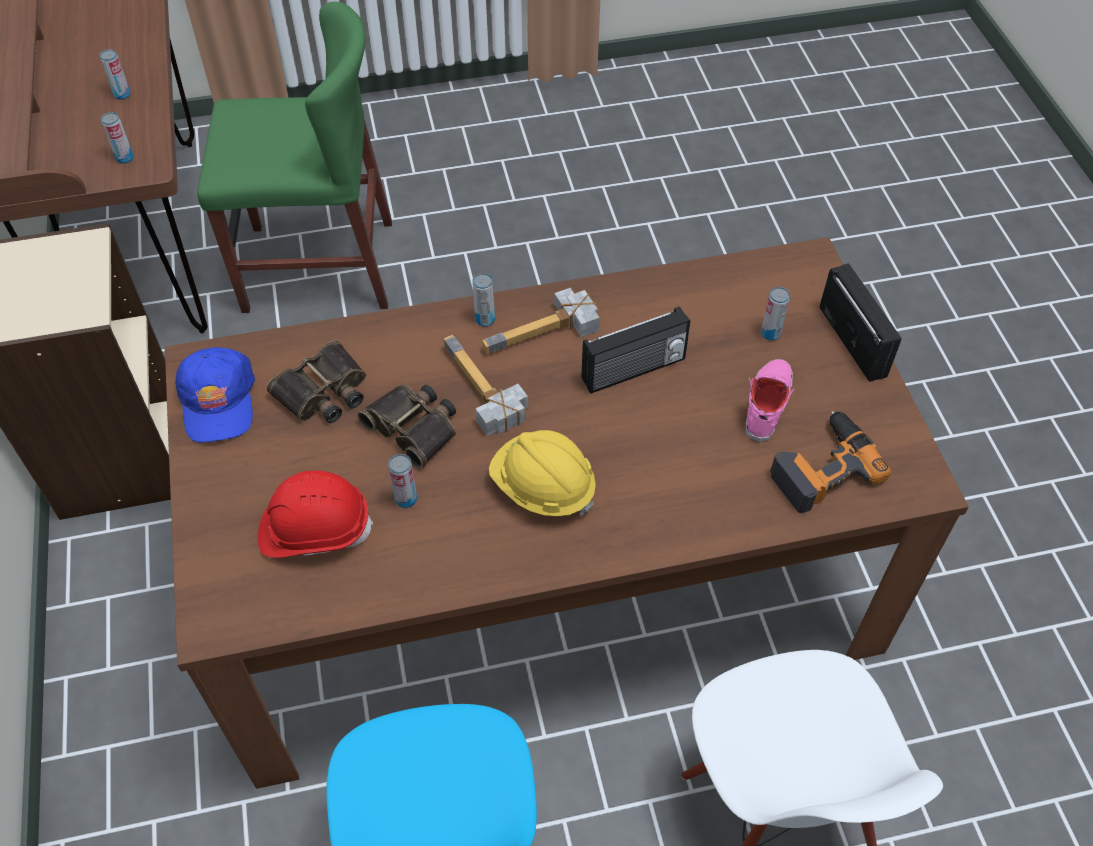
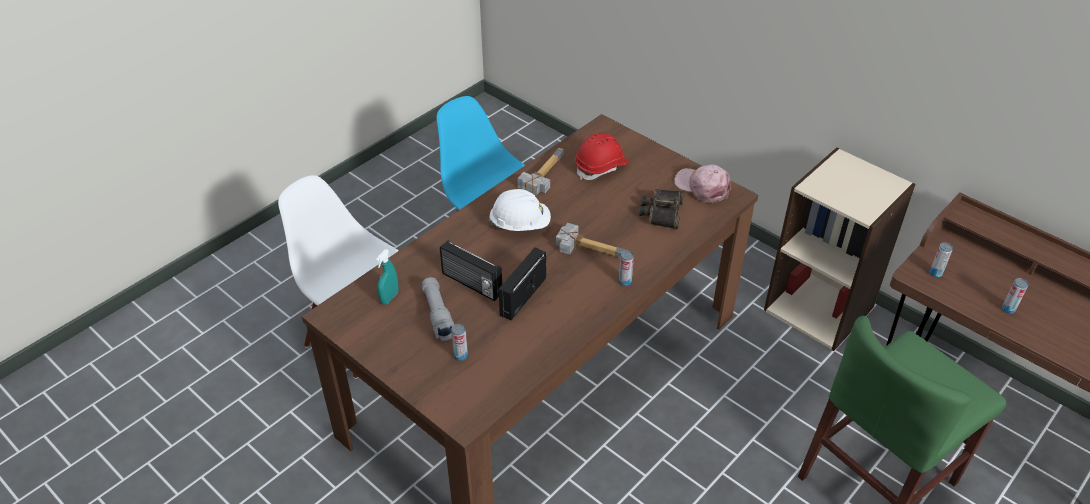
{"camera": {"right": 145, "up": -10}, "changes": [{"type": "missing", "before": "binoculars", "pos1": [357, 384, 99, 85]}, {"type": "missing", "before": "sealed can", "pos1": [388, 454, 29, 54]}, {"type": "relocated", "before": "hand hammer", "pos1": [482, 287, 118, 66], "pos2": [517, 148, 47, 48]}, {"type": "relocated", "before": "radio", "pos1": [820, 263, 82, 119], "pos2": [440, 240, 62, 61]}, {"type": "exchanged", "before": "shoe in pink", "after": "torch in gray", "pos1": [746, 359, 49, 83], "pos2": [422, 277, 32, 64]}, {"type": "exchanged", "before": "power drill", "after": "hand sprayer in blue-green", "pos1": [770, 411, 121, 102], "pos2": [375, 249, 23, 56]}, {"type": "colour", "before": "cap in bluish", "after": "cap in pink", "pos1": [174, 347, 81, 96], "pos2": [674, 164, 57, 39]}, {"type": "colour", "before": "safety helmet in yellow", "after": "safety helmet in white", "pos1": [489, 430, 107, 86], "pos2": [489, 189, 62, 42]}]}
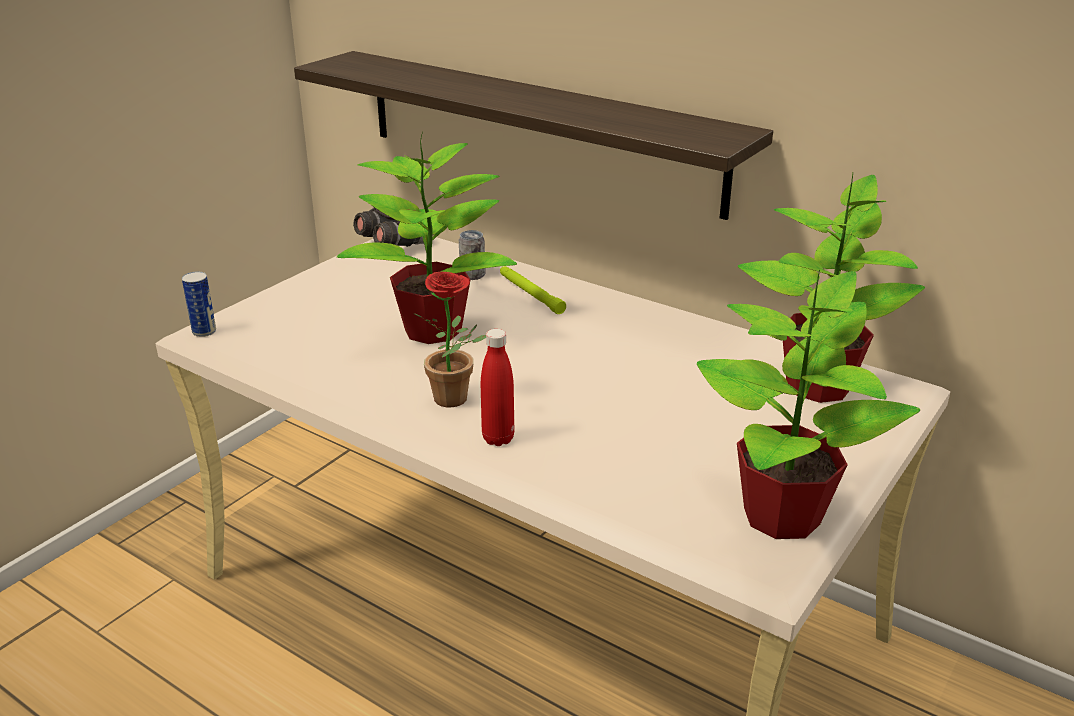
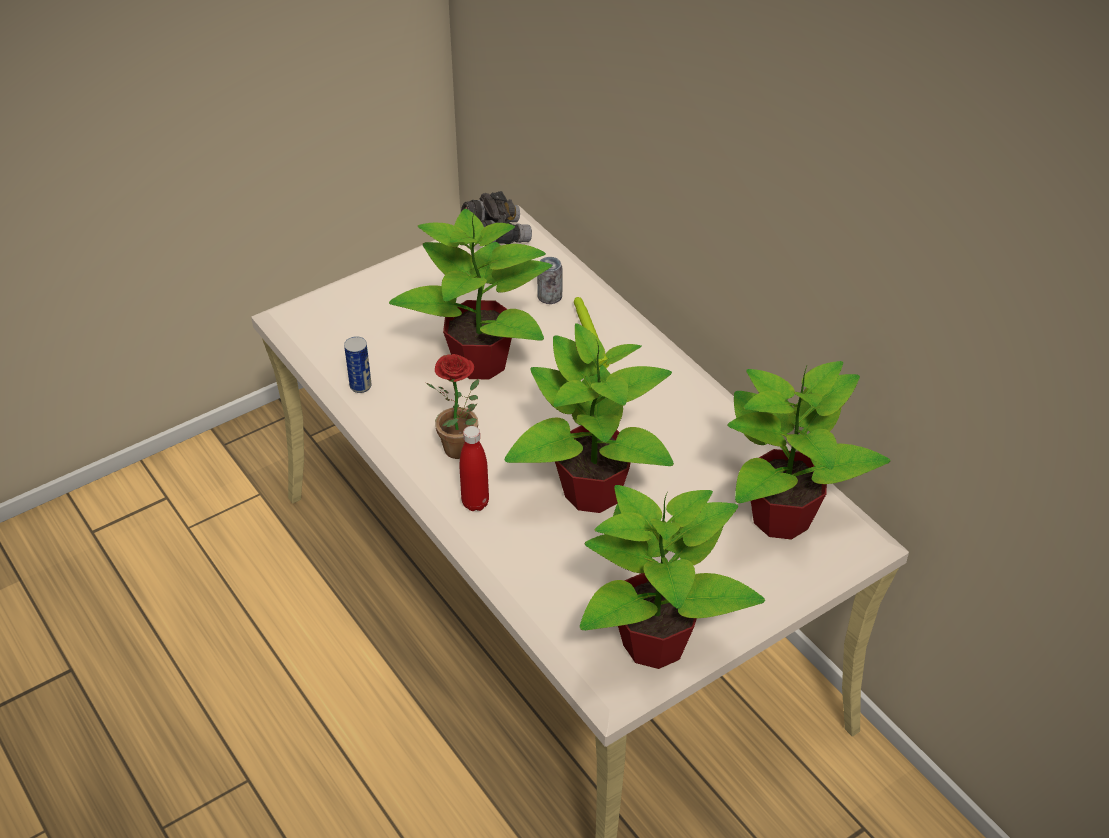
{"camera": {"right": 20, "up": 15}, "changes": [{"type": "missing", "before": "shelf", "pos1": [294, 51, 479, 169]}, {"type": "appeared", "after": "potted plant", "pos2": [505, 323, 169, 190]}, {"type": "relocated", "before": "sealed can", "pos1": [182, 272, 34, 65], "pos2": [344, 336, 28, 57]}]}
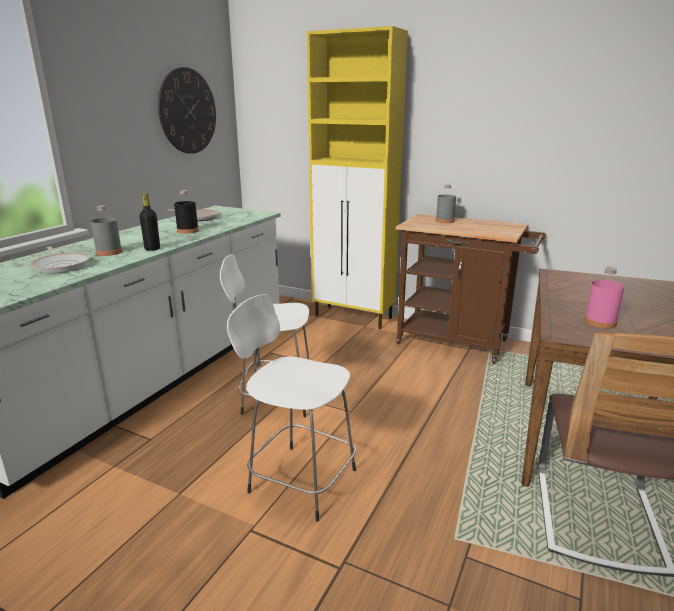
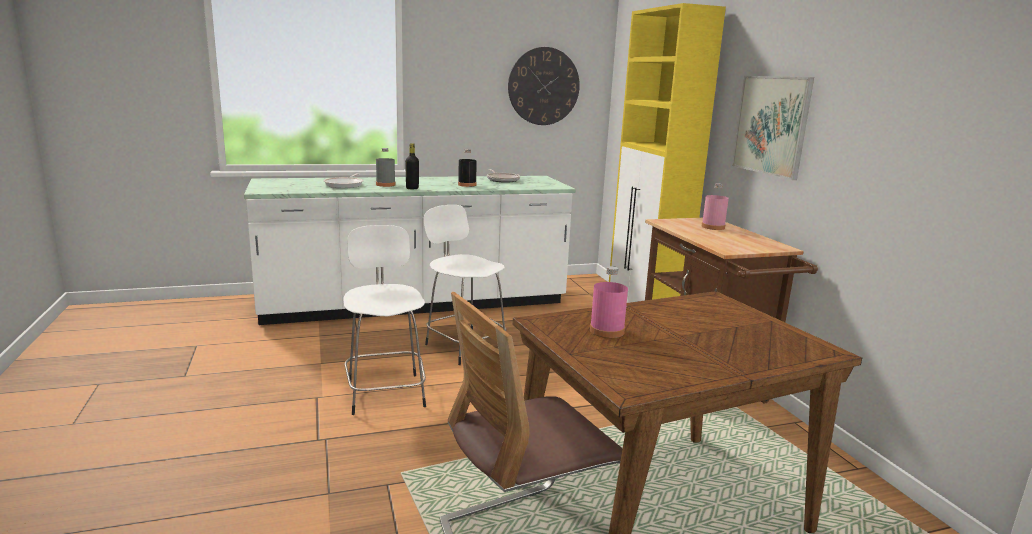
{"camera": {"right": 45, "up": -5}, "changes": [{"type": "appeared", "after": "picture", "pos2": [732, 76, 82, 104]}, {"type": "colour", "before": "bottle in gray", "after": "bottle in pink", "pos1": [436, 185, 20, 38], "pos2": [702, 183, 27, 47]}]}
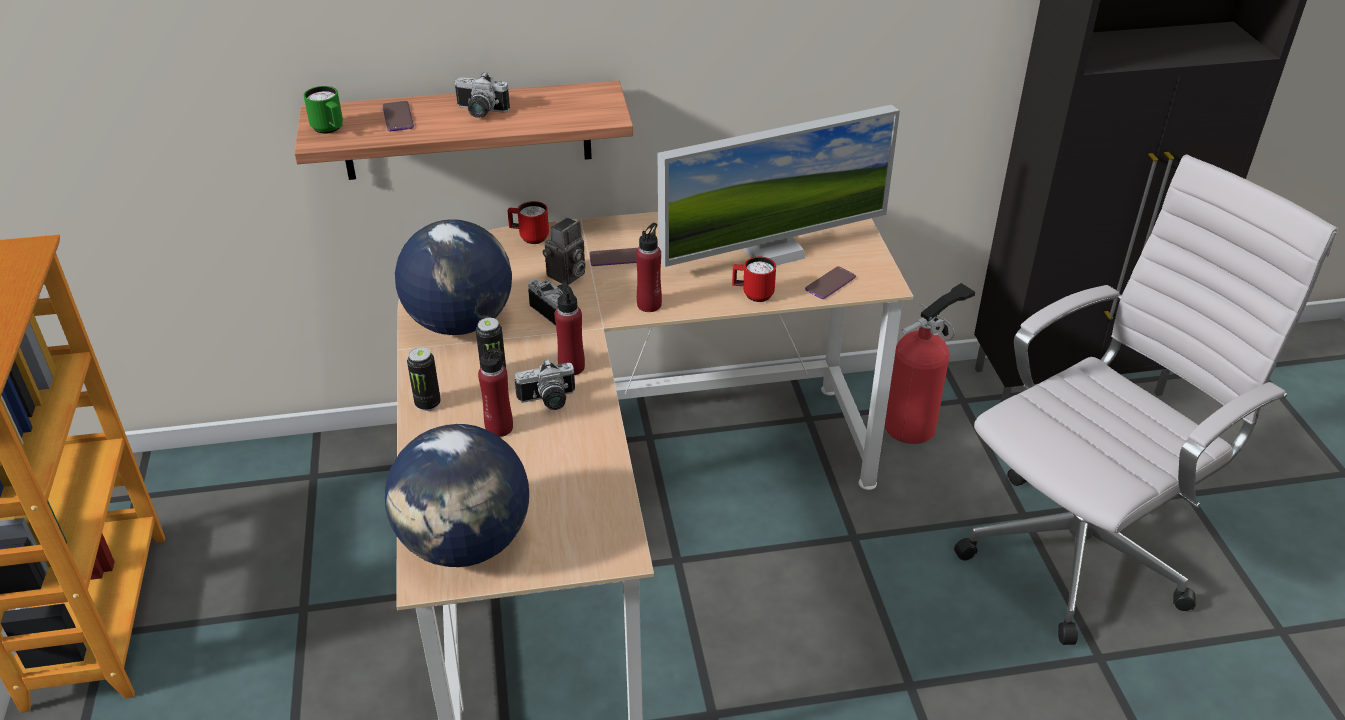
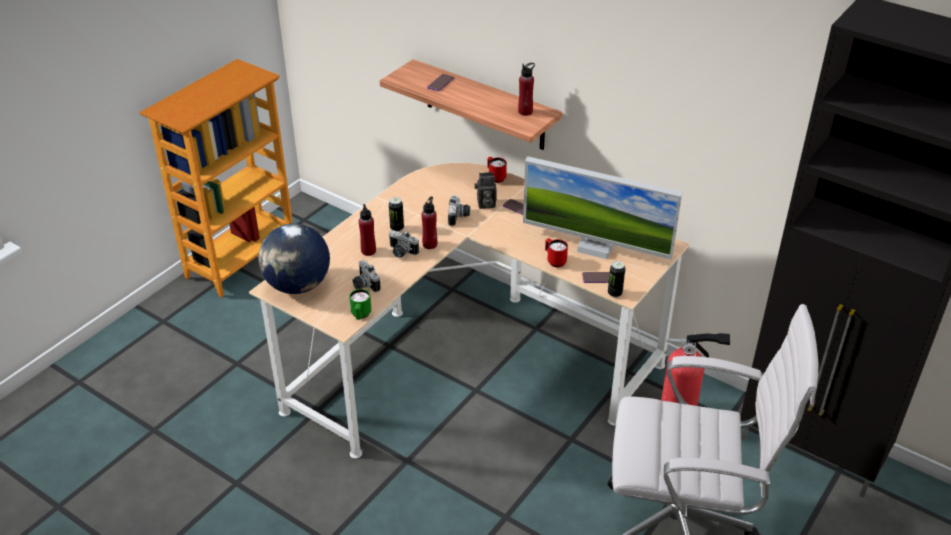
{"camera": {"right": 45, "up": 0}, "changes": [{"type": "missing", "before": "world globe", "pos1": [395, 219, 117, 116]}, {"type": "relocated", "before": "coffee mug in greenish", "pos1": [304, 86, 39, 48], "pos2": [349, 289, 22, 31]}, {"type": "relocated", "before": "sealed can", "pos1": [407, 347, 34, 64], "pos2": [608, 261, 17, 37]}, {"type": "relocated", "before": "still camera", "pos1": [455, 72, 55, 46], "pos2": [352, 260, 29, 32]}, {"type": "relocated", "before": "bottle in red", "pos1": [636, 223, 26, 89], "pos2": [518, 63, 17, 53]}]}
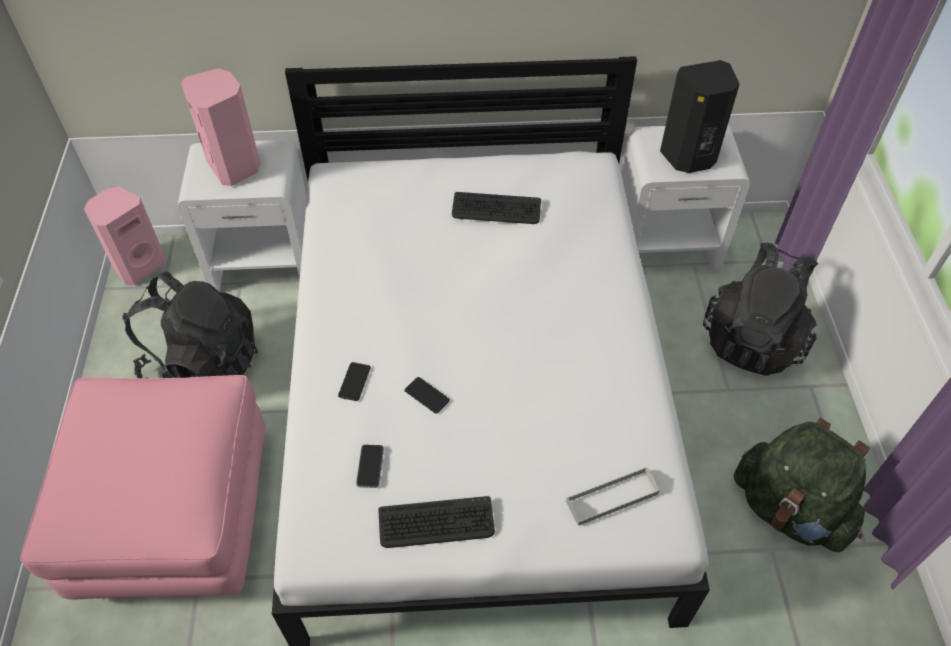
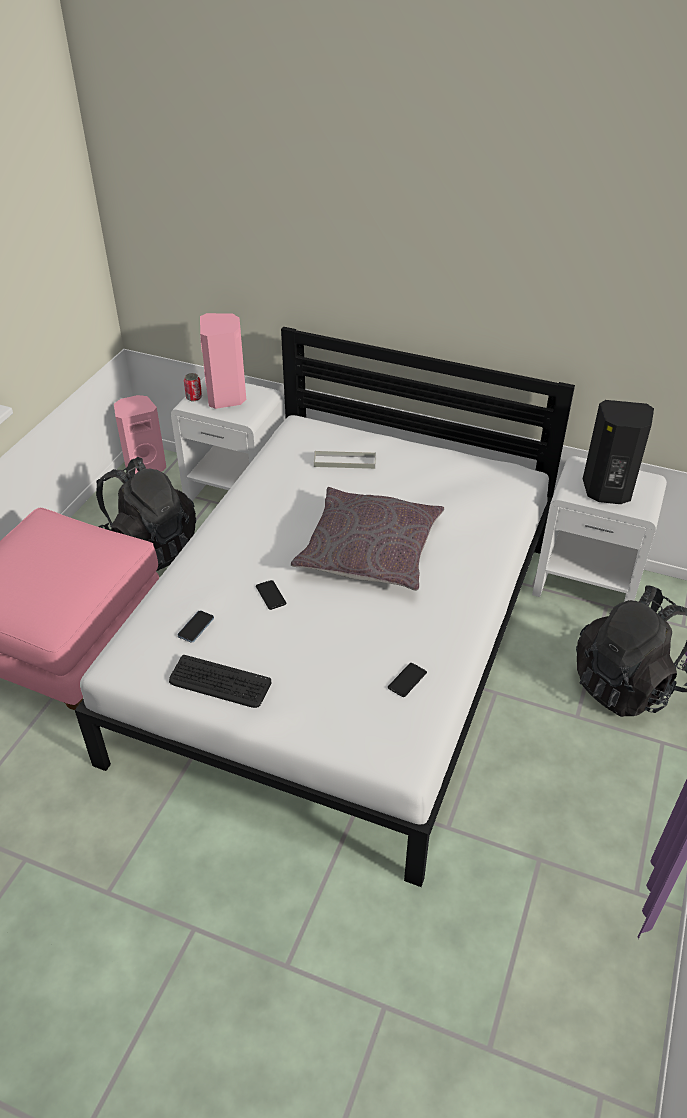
{"camera": {"right": 25, "up": -10}, "changes": [{"type": "missing", "before": "PC keyboard", "pos1": [452, 192, 89, 32]}, {"type": "missing", "before": "rucksack in greenish", "pos1": [734, 418, 136, 134]}, {"type": "appeared", "after": "sealed can", "pos2": [184, 373, 18, 28]}, {"type": "appeared", "after": "pillow in gray", "pos2": [291, 487, 153, 104]}, {"type": "relocated", "before": "phone", "pos1": [338, 362, 33, 39], "pos2": [388, 663, 39, 34]}, {"type": "relocated", "before": "carrying tray in gray", "pos1": [566, 467, 94, 59], "pos2": [314, 450, 62, 19]}]}
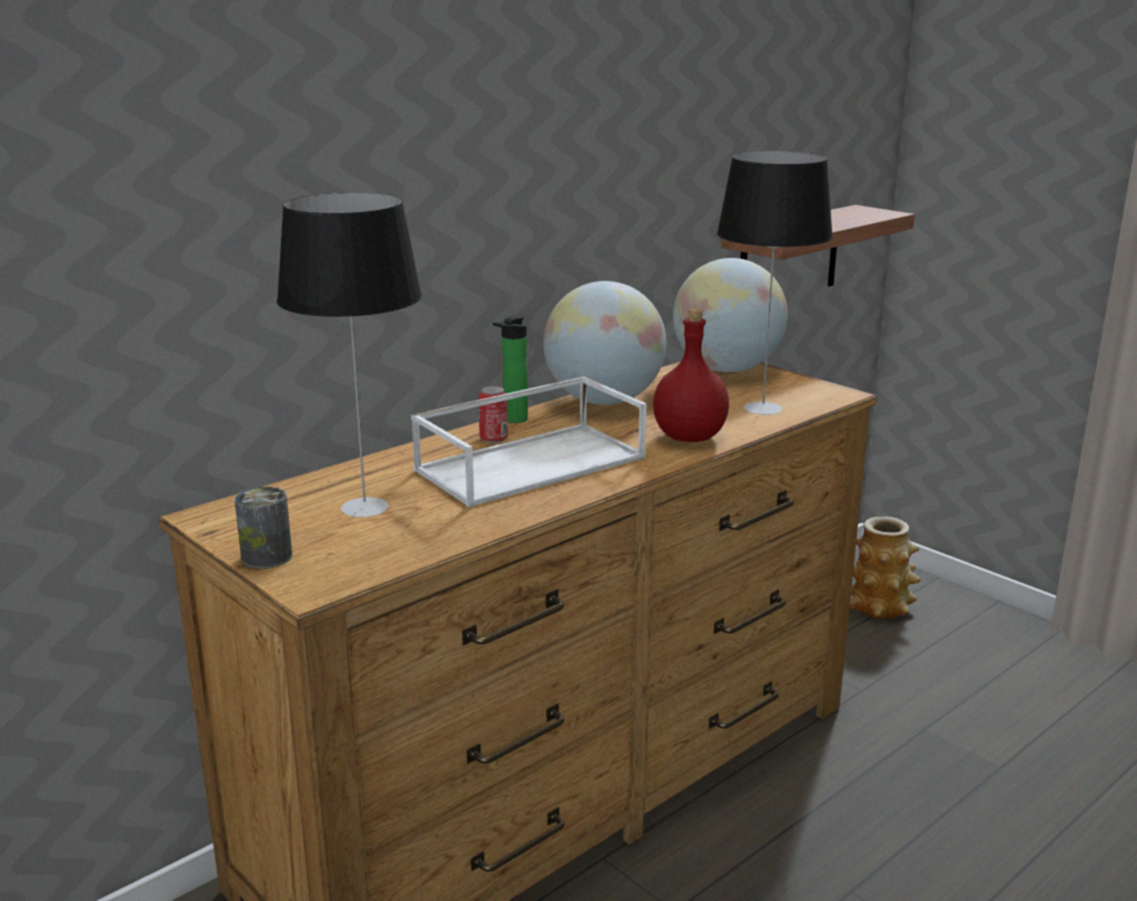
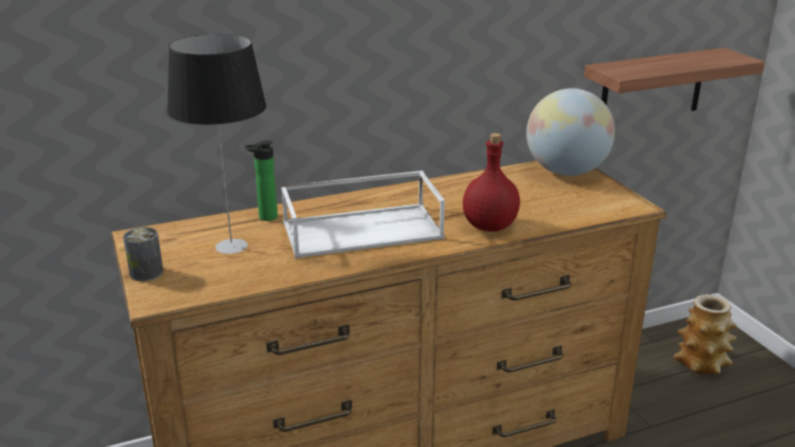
{"camera": {"right": 20, "up": 5}, "changes": [{"type": "missing", "before": "sealed can", "pos1": [479, 386, 29, 57]}, {"type": "missing", "before": "world globe", "pos1": [543, 281, 123, 124]}, {"type": "missing", "before": "table lamp", "pos1": [717, 151, 116, 264]}, {"type": "relocated", "before": "bottle", "pos1": [493, 315, 35, 108], "pos2": [245, 140, 33, 81]}]}
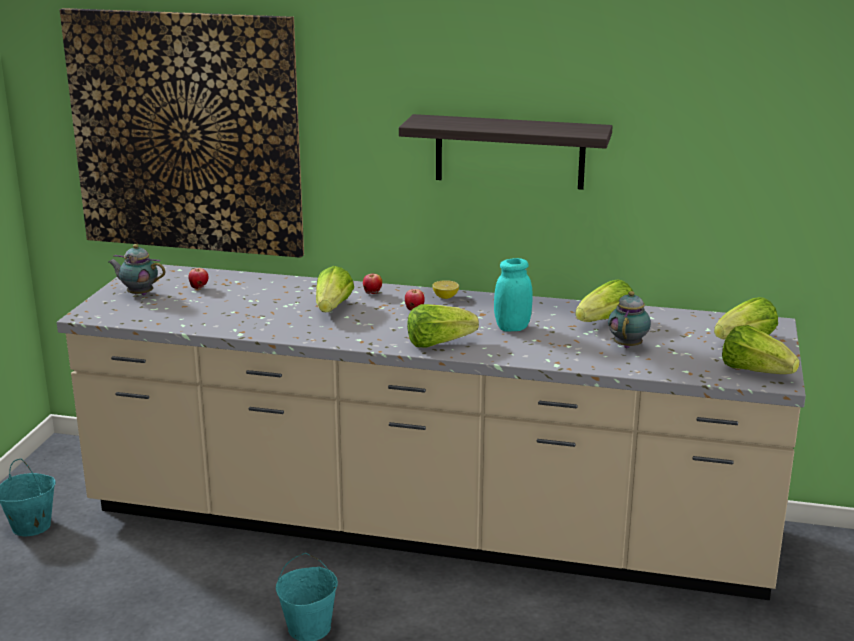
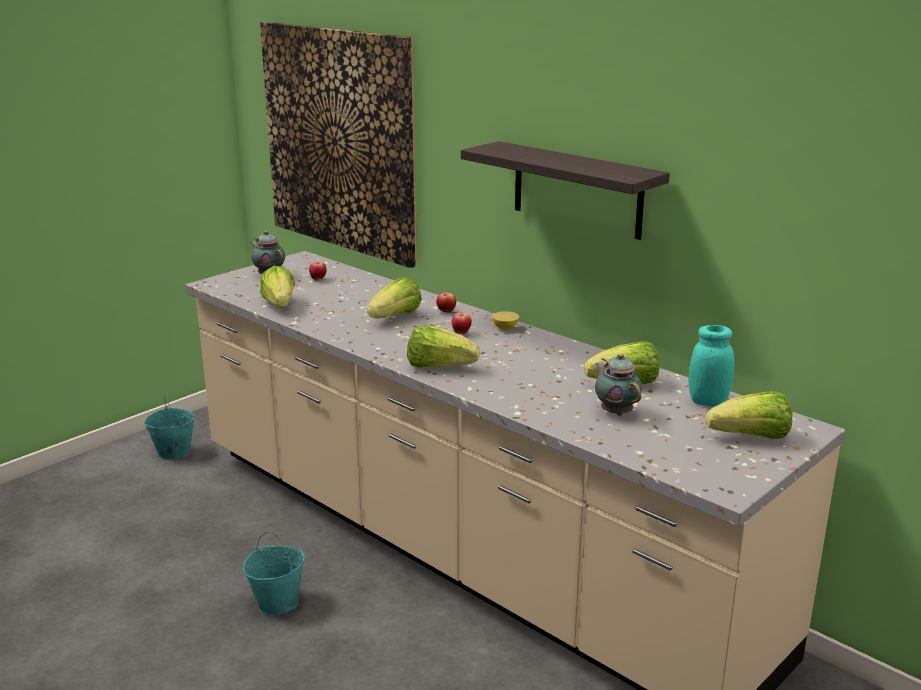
{"camera": {"right": 30, "up": 0}, "changes": [{"type": "relocated", "before": "jar in blue-green", "pos1": [494, 258, 39, 74], "pos2": [688, 325, 47, 82]}, {"type": "relocated", "before": "lettuce", "pos1": [722, 325, 78, 49], "pos2": [260, 266, 35, 41]}, {"type": "spun", "before": "teapot", "pos1": [608, 291, 43, 57], "pos2": [595, 353, 47, 63], "turn": -75}]}
